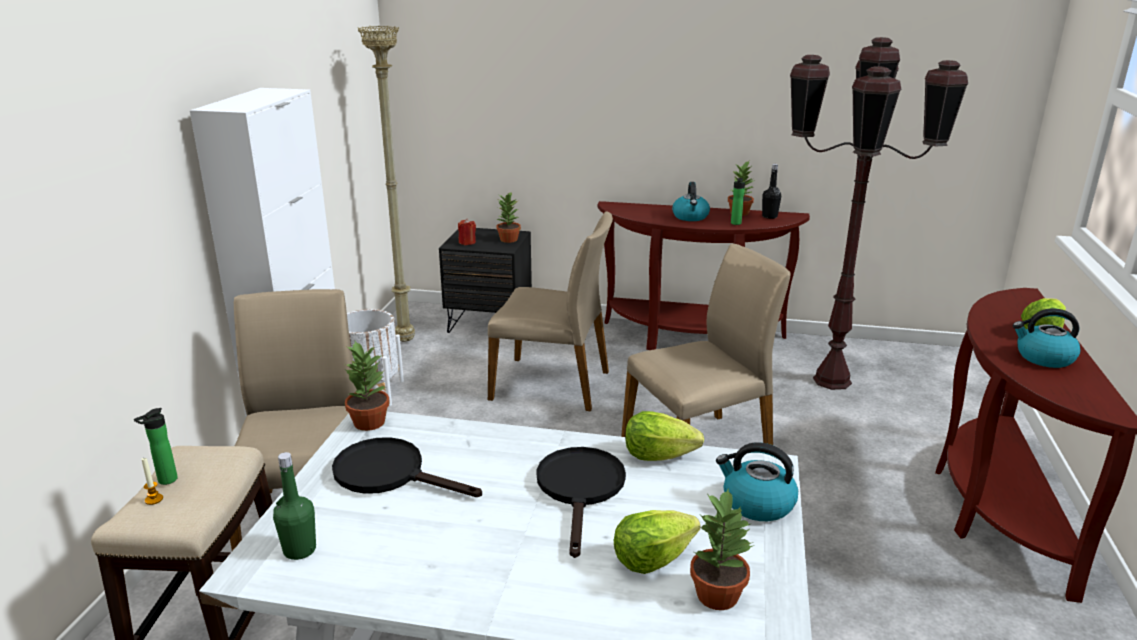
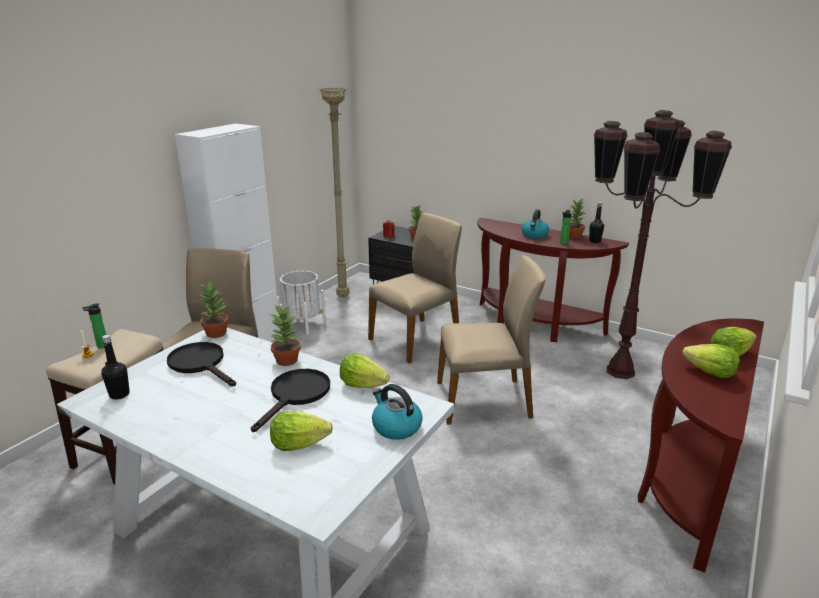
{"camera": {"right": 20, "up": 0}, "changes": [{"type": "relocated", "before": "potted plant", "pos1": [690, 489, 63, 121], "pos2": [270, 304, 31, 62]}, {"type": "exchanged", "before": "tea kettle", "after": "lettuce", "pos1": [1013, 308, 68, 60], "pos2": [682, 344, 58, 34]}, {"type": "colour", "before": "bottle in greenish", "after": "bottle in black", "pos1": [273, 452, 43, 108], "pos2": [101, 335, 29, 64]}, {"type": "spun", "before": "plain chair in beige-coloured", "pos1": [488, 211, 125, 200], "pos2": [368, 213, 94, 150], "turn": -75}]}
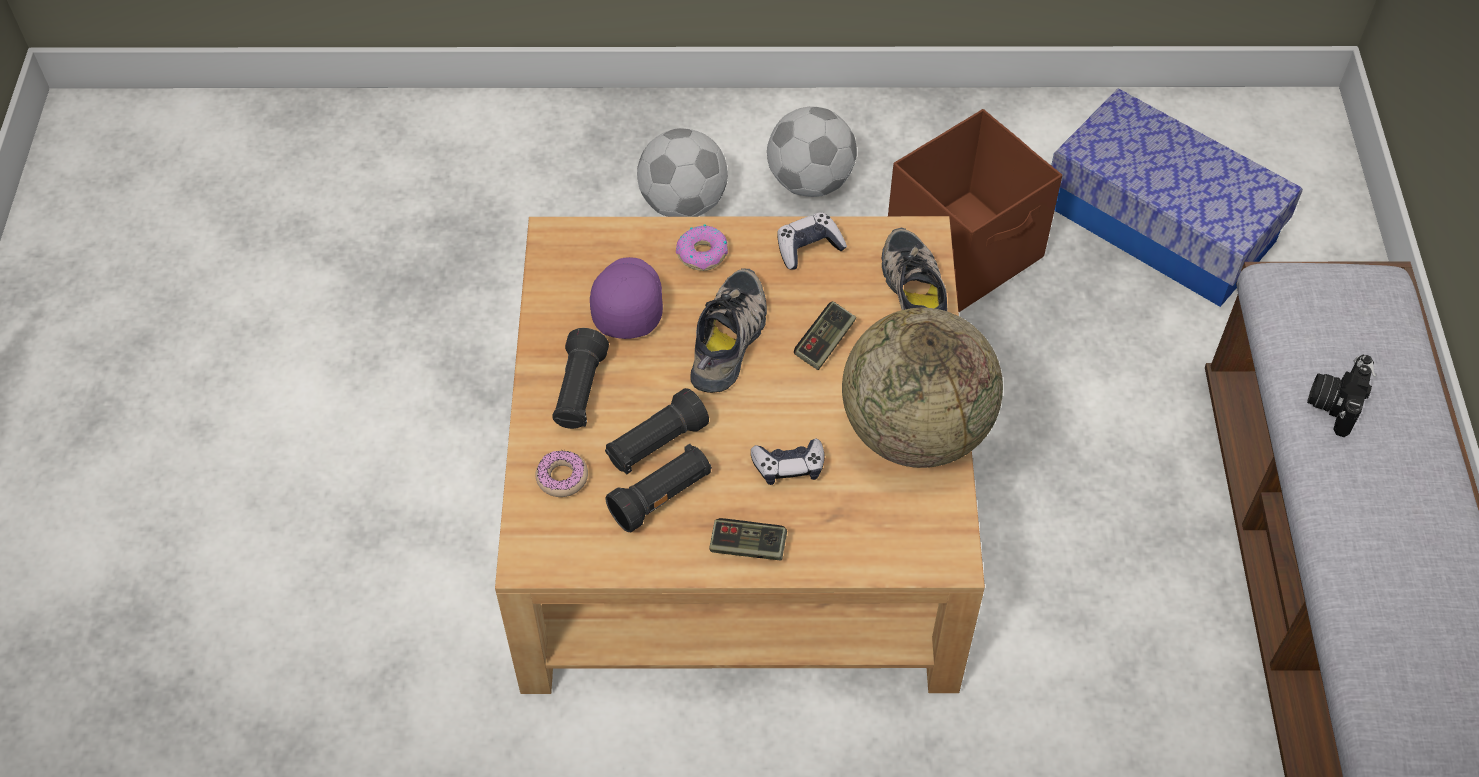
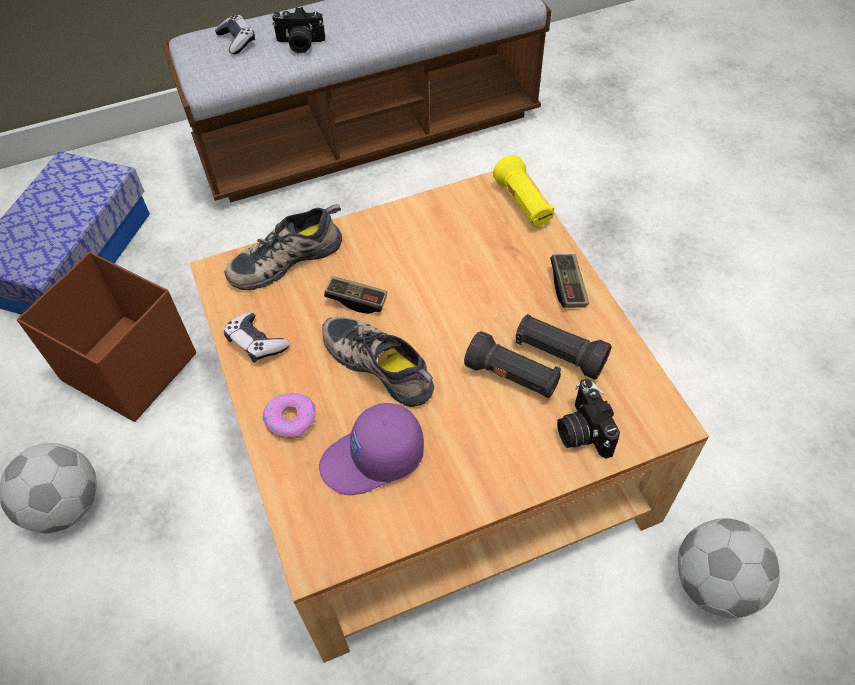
{"camera": {"right": -110, "up": 0}, "changes": [{"type": "missing", "before": "torch in black", "pos1": [552, 328, 57, 101]}, {"type": "missing", "before": "world globe", "pos1": [842, 308, 161, 160]}, {"type": "appeared", "after": "torch in yellow", "pos2": [493, 155, 61, 72]}, {"type": "relocated", "before": "ball for football", "pos1": [637, 128, 91, 89], "pos2": [678, 518, 102, 100]}, {"type": "relocated", "before": "gamepad", "pos1": [751, 438, 74, 47], "pos2": [215, 15, 40, 40]}, {"type": "exchanged", "before": "doughnut", "after": "still camera", "pos1": [535, 450, 53, 47], "pos2": [557, 378, 63, 81]}, {"type": "spun", "before": "shoe", "pos1": [690, 268, 77, 125], "pos2": [322, 317, 112, 90], "turn": 45}]}
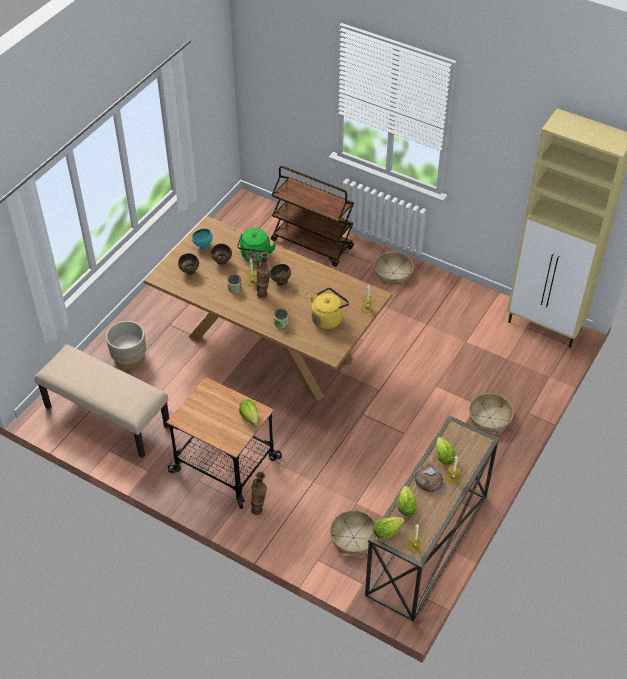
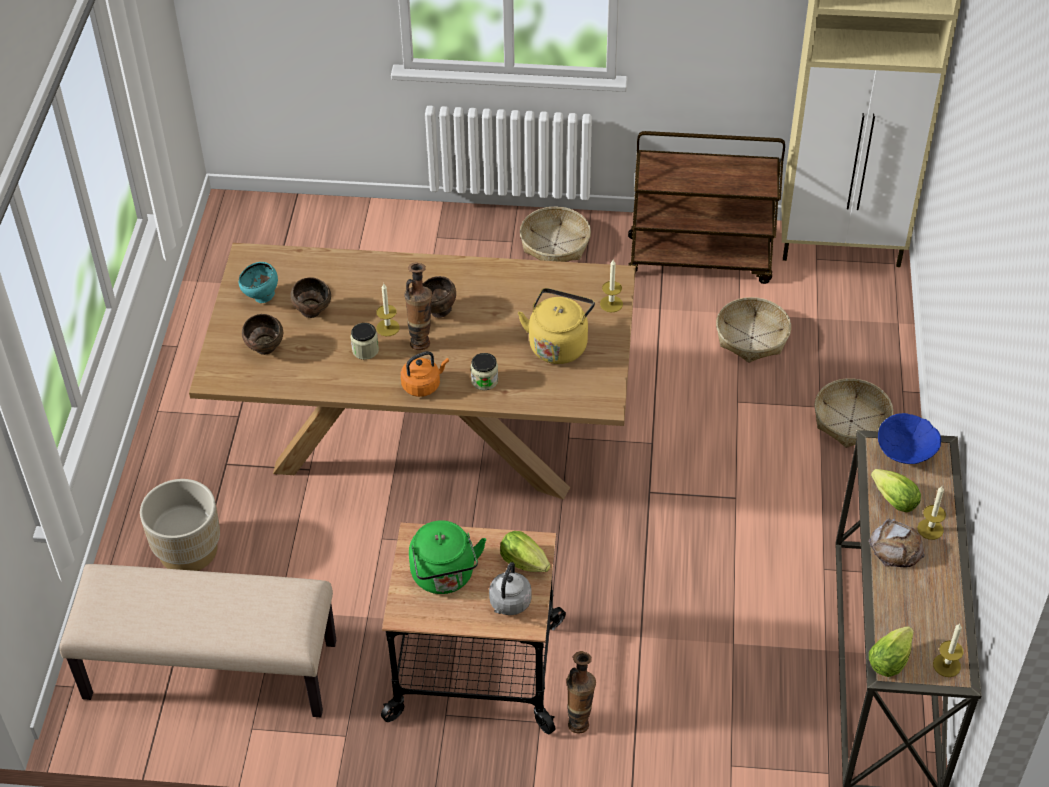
{"camera": {"right": -25, "up": 0}, "changes": [{"type": "missing", "before": "lettuce", "pos1": [397, 486, 19, 30]}, {"type": "appeared", "after": "tea kettle in orangey", "pos2": [401, 351, 48, 46]}, {"type": "appeared", "after": "tea kettle in gray", "pos2": [489, 562, 43, 53]}, {"type": "appeared", "after": "bowl in bluish", "pos2": [878, 413, 63, 51]}, {"type": "relocated", "before": "tea kettle in greenish", "pos1": [237, 228, 39, 34], "pos2": [409, 520, 77, 74]}, {"type": "relocated", "before": "cart in brownish", "pos1": [271, 166, 83, 101], "pos2": [628, 131, 157, 153]}, {"type": "relocated", "before": "household basket", "pos1": [330, 510, 45, 45], "pos2": [716, 297, 75, 66]}]}
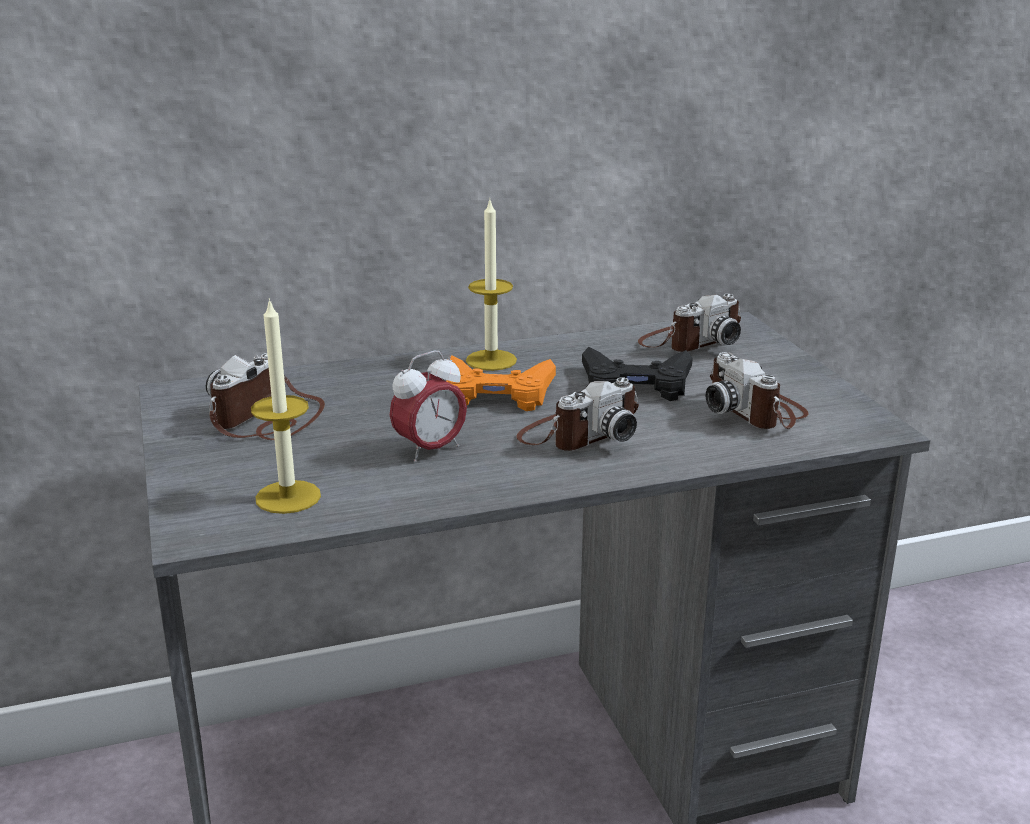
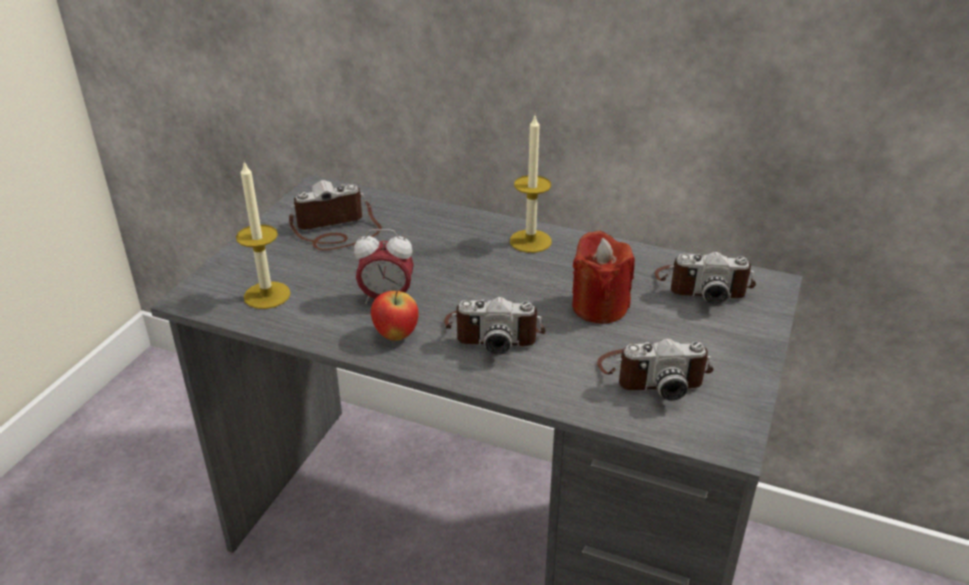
{"camera": {"right": 40, "up": 10}, "changes": [{"type": "missing", "before": "gamepad in orangey", "pos1": [446, 356, 110, 55]}, {"type": "appeared", "after": "whole apple", "pos2": [371, 290, 47, 51]}, {"type": "exchanged", "before": "gamepad in black", "after": "candle in red", "pos1": [582, 347, 111, 54], "pos2": [572, 231, 63, 93]}, {"type": "spun", "before": "still camera", "pos1": [706, 352, 103, 77], "pos2": [597, 338, 116, 63], "turn": -105}]}
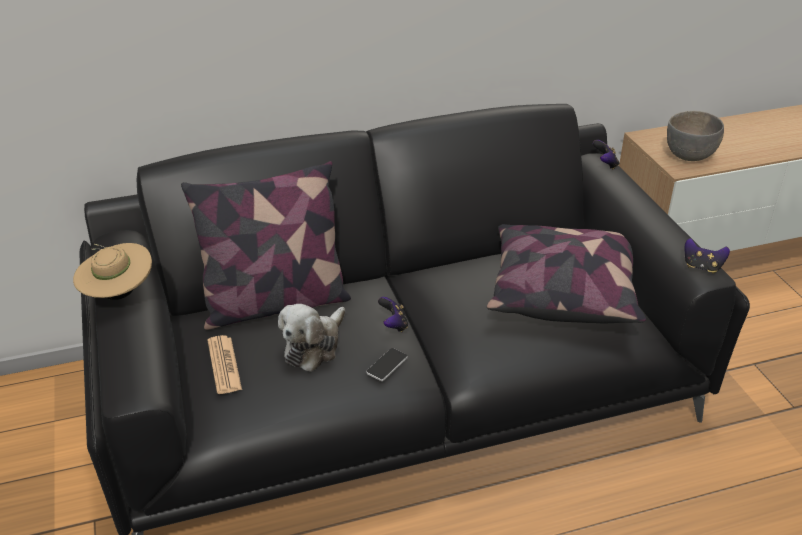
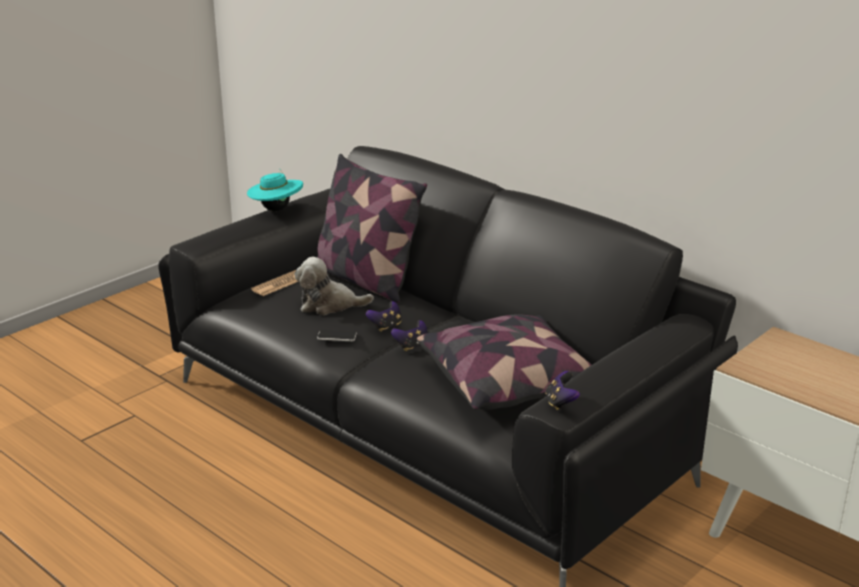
{"camera": {"right": 60, "up": -10}, "changes": [{"type": "missing", "before": "bowl in gray", "pos1": [667, 111, 57, 50]}, {"type": "relocated", "before": "gamepad", "pos1": [593, 140, 26, 30], "pos2": [391, 320, 37, 31]}, {"type": "colour", "before": "clothing hat in beige-coloured", "after": "clothing hat in blue-green", "pos1": [73, 243, 79, 57], "pos2": [247, 169, 56, 42]}]}
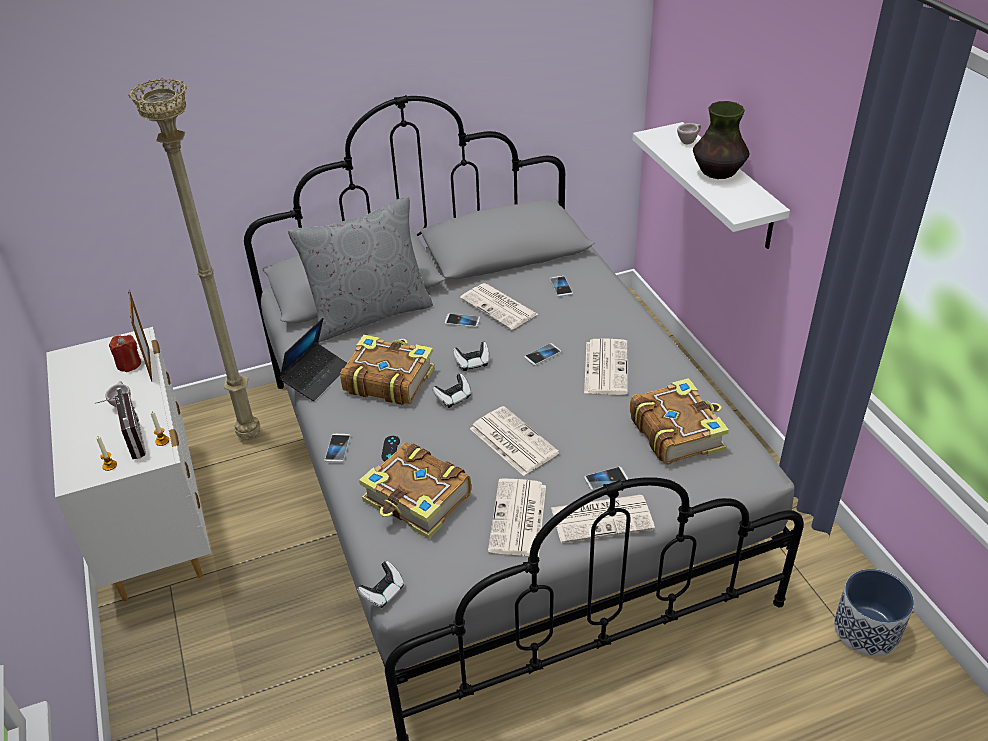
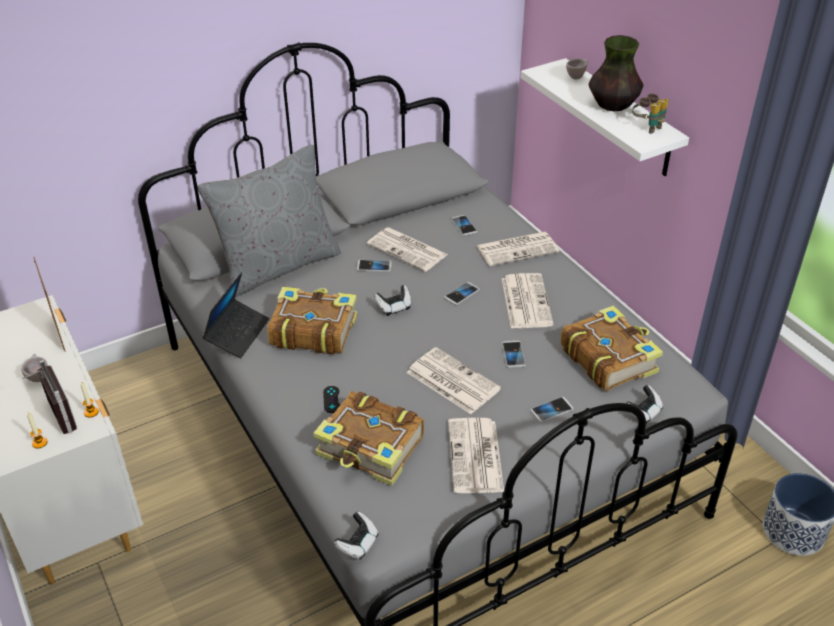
{"camera": {"right": -10, "up": 0}, "changes": [{"type": "missing", "before": "candle in red", "pos1": [109, 335, 32, 37]}, {"type": "missing", "before": "floor lamp in beige-coloured", "pos1": [129, 78, 131, 362]}, {"type": "appeared", "after": "binoculars", "pos2": [632, 94, 37, 40]}, {"type": "relocated", "before": "phone", "pos1": [325, 434, 26, 28], "pos2": [502, 341, 24, 27]}, {"type": "relocated", "before": "gamepad", "pos1": [432, 373, 39, 35], "pos2": [627, 385, 36, 38]}, {"type": "relocated", "before": "daily paper", "pos1": [551, 495, 104, 48], "pos2": [477, 232, 82, 34]}]}
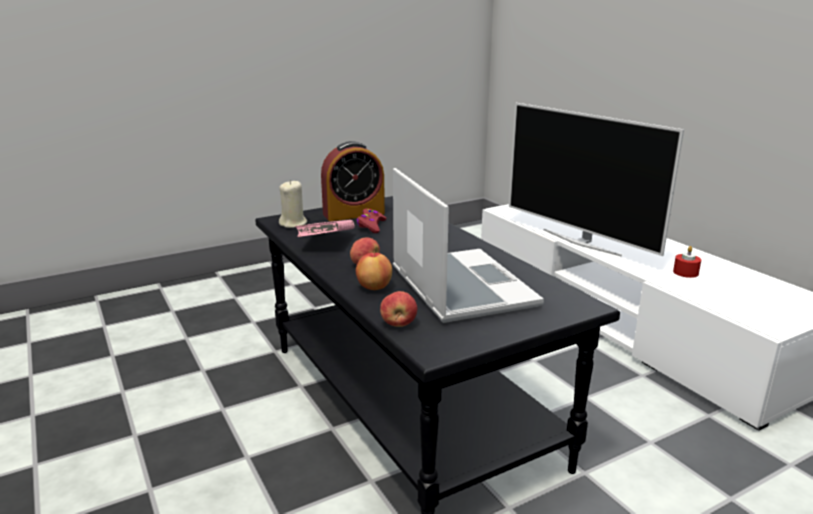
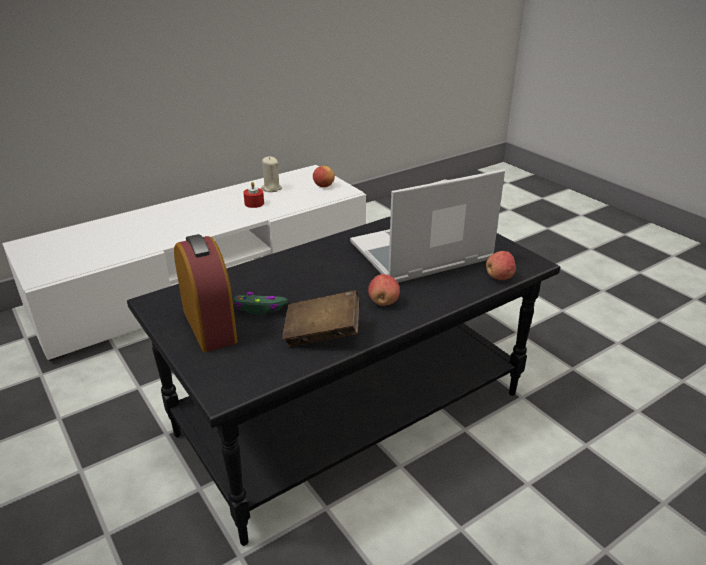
{"camera": {"right": -95, "up": 10}, "changes": [{"type": "missing", "before": "TV set", "pos1": [509, 103, 175, 154]}, {"type": "relocated", "before": "candle in beige-coloured", "pos1": [279, 180, 28, 48], "pos2": [261, 156, 21, 36]}, {"type": "relocated", "before": "whole apple", "pos1": [356, 251, 36, 39], "pos2": [313, 166, 22, 21]}, {"type": "colour", "before": "volume in pink", "after": "volume in brownish", "pos1": [295, 220, 59, 17], "pos2": [282, 290, 77, 57]}, {"type": "colour", "before": "gamepad in red", "after": "gamepad in greenish", "pos1": [357, 209, 30, 24], "pos2": [234, 292, 54, 22]}]}
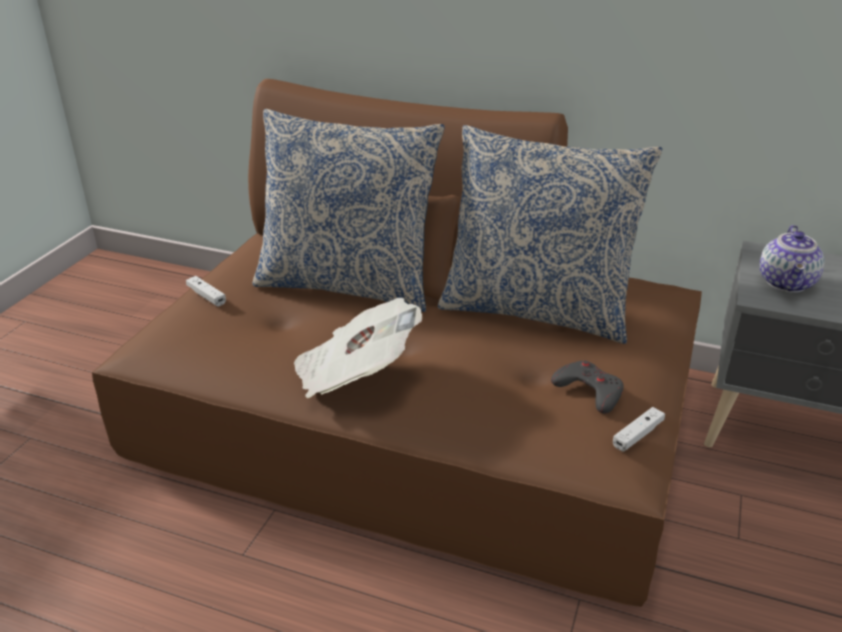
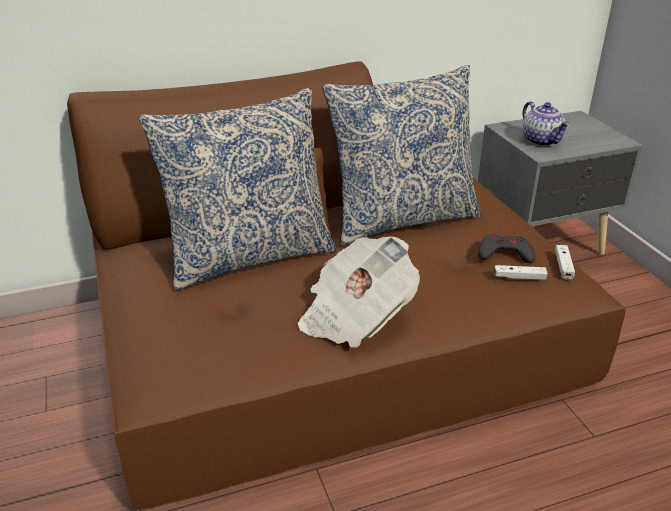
{"camera": {"right": -40, "up": 0}, "changes": [{"type": "relocated", "before": "gamepad in white", "pos1": [186, 276, 40, 30], "pos2": [494, 265, 54, 16]}]}
